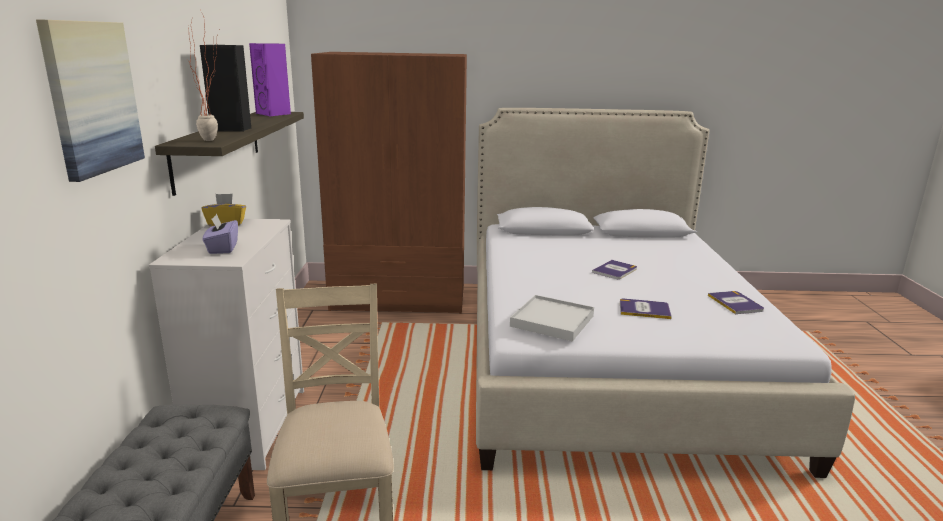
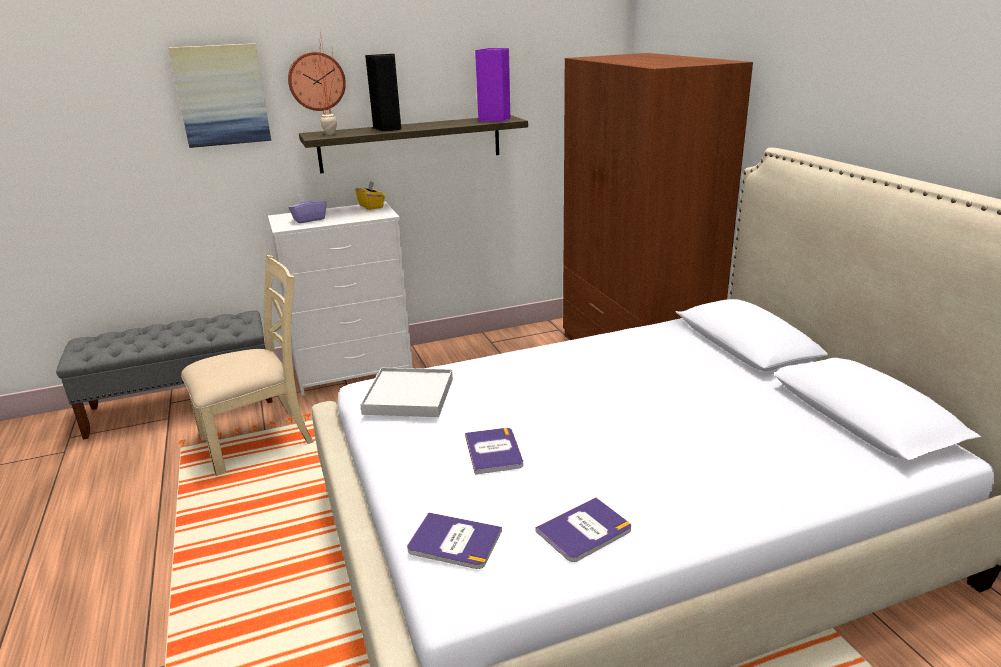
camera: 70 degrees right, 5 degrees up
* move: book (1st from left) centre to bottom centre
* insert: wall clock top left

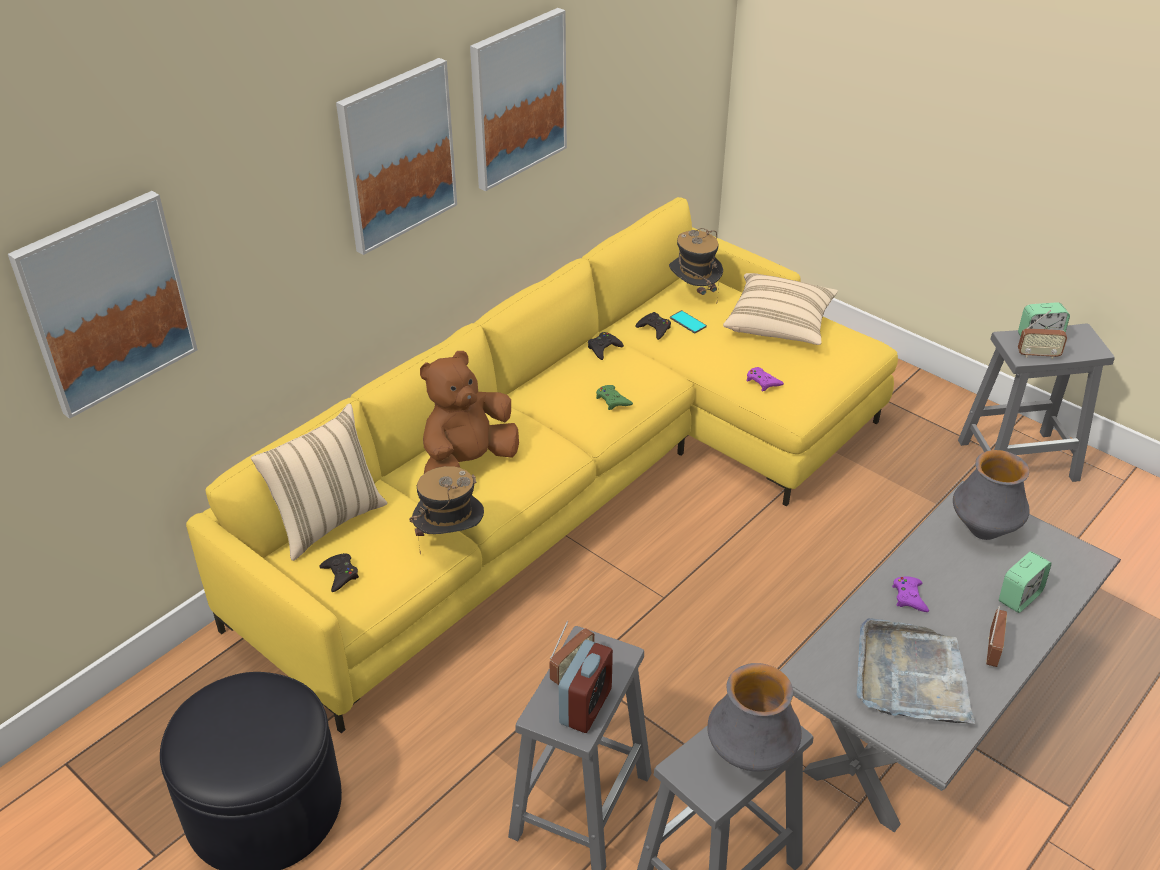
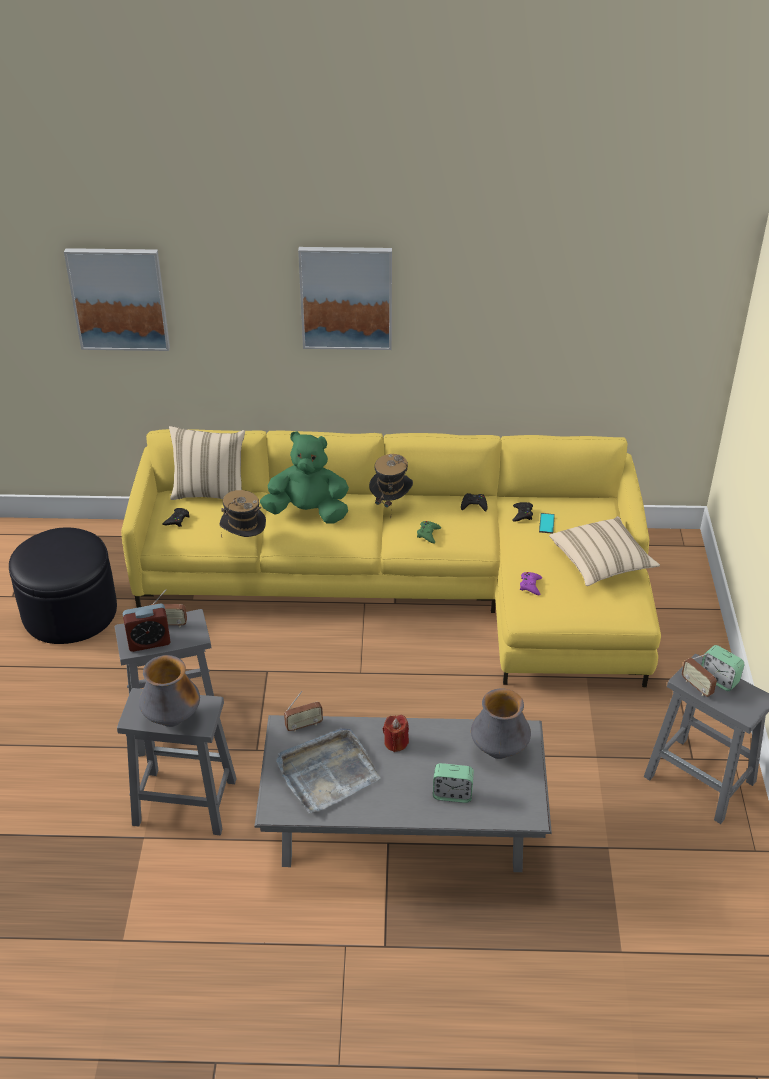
camera: 50 degrees right, 0 degrees up
* recolor: brownish soft toy centre to green soft toy centre
* delete: wall picture (3rd from left) top centre
* move: wearable hat (2nd from left) top centre to centre
* replace: purple-coloured gamepad (2nd from left) bottom right to red-coloured wax light bottom centre
* move: radio receiver (2nd from left) bottom right to centre

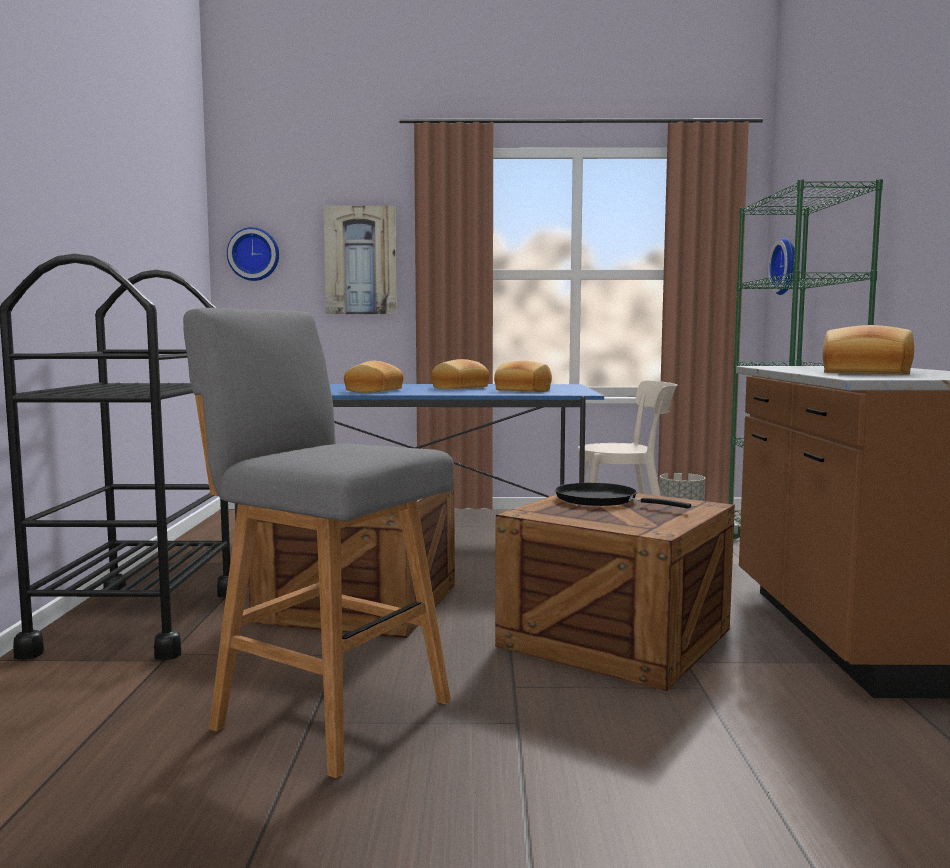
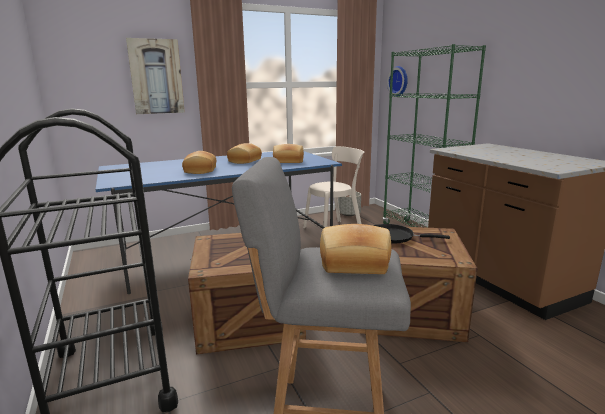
camera: 25 degrees left, 10 degrees up
* delete: wall clock (1st from left) top left
* move: baked bread (4th from left) middle right to centre

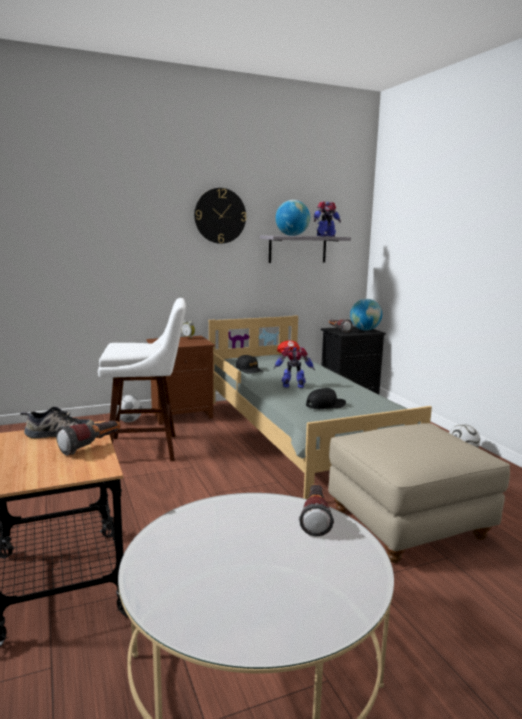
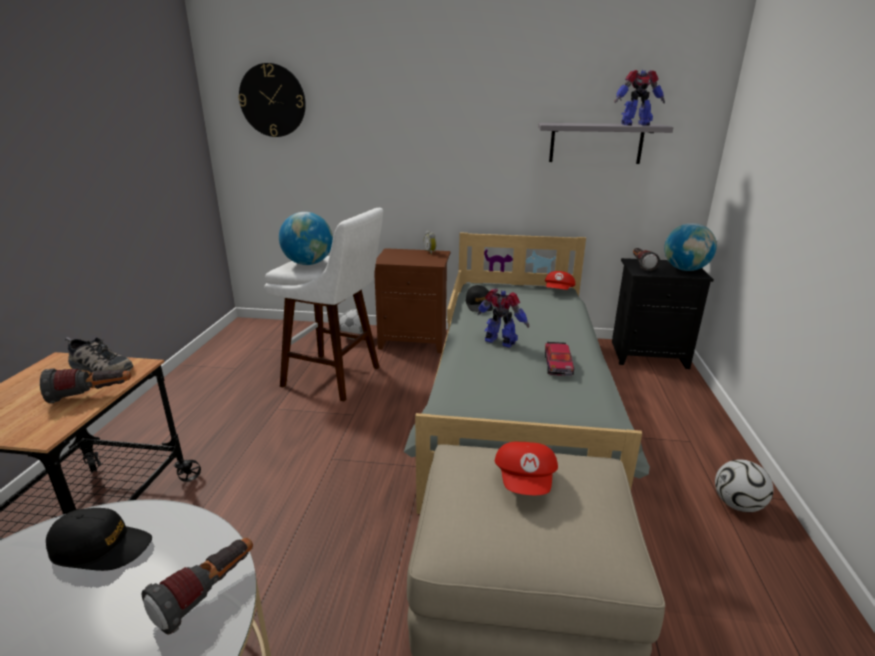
camera: 30 degrees right, 10 degrees up
* move: wall clock top centre to top left
* move: desk globe (1st from left) top centre to centre
* move: black-coloured cap (2nd from left in the first image) centre to black-coloured cap (1st from left) bottom left
* insert: red-coloured cap (1st from left) bottom centre
* insert: miniature car centre

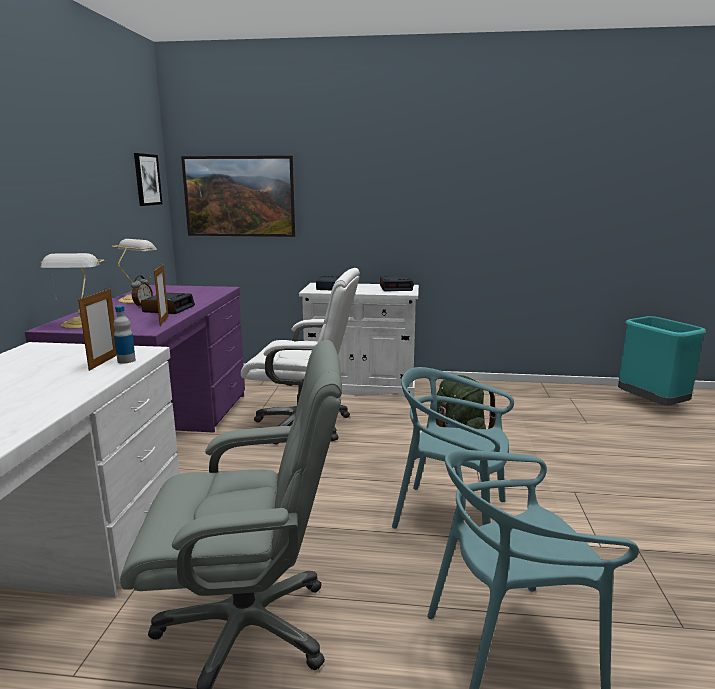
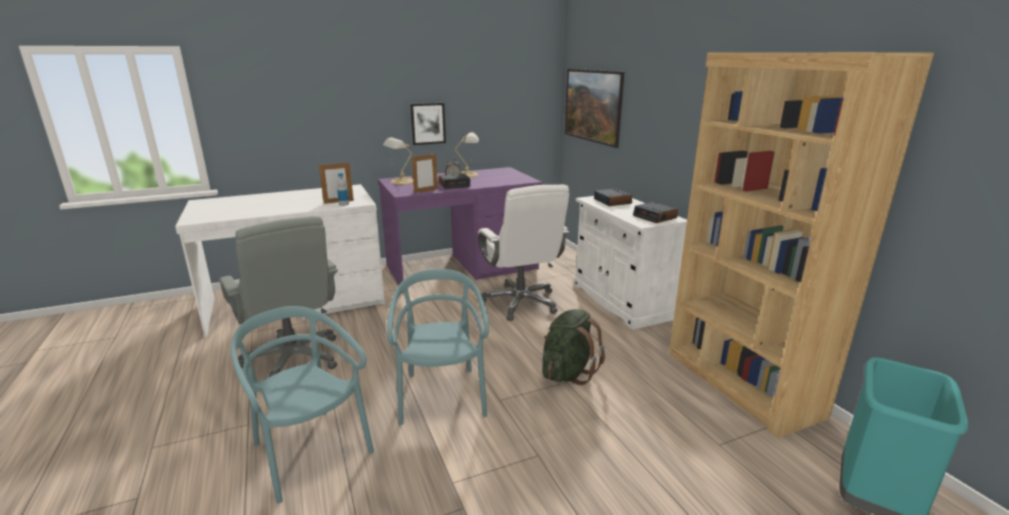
camera: 60 degrees right, 5 degrees up
* move: wall picture (1st from left) top left to top centre
* insert: brownish bookshelf middle right

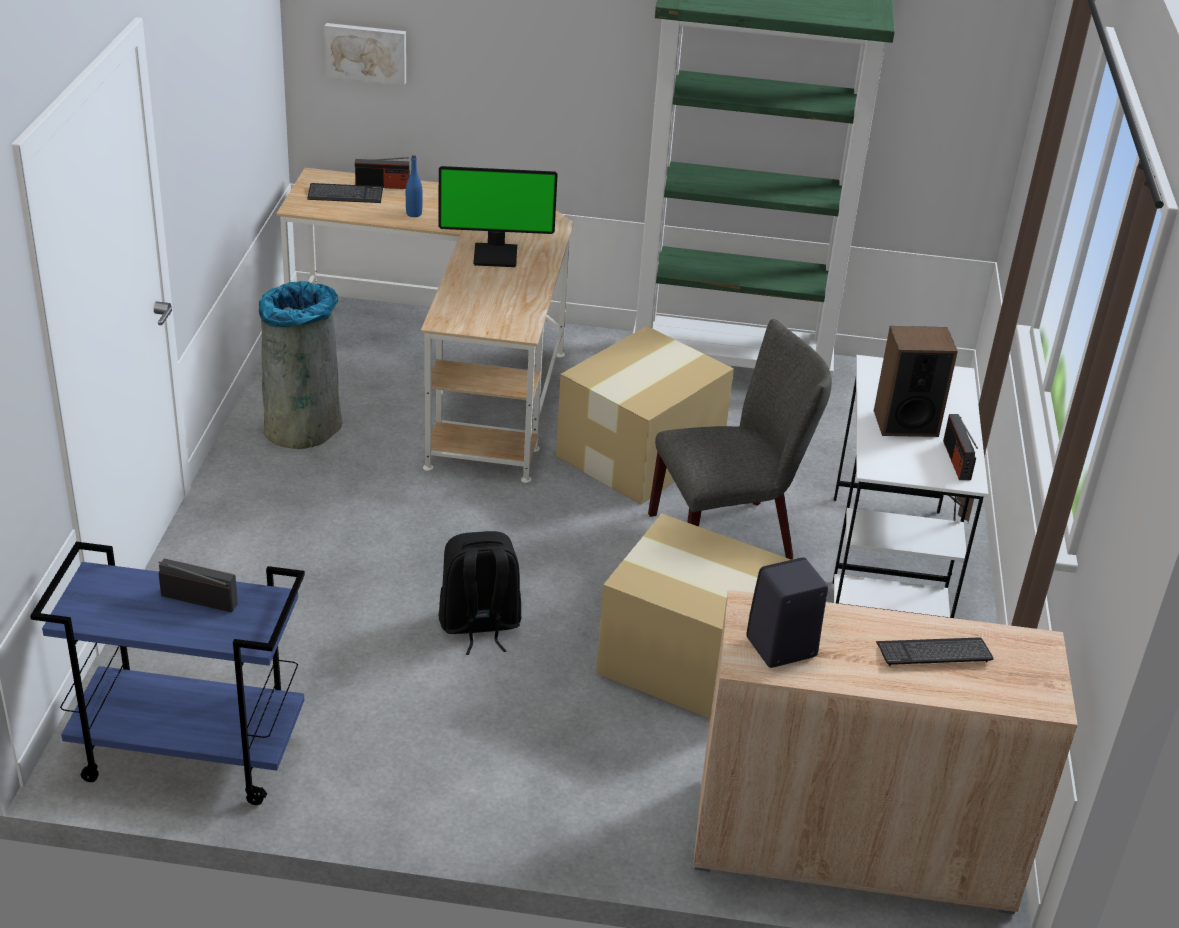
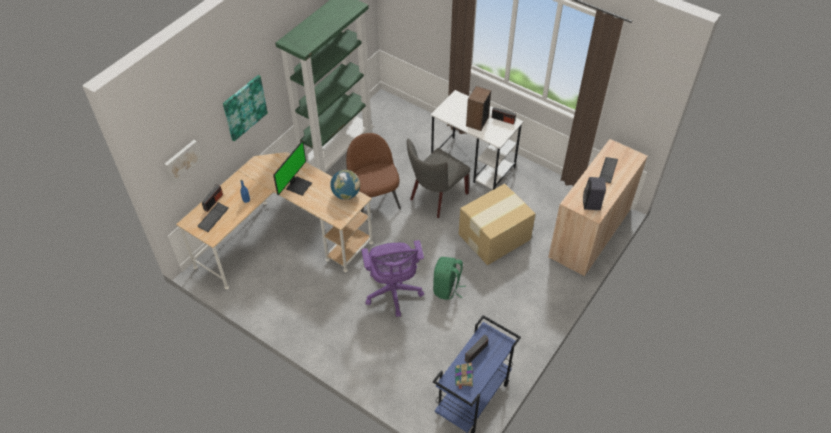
camera: 60 degrees left, 15 degrees up
* delete: greyish trash can middle left
* recolor: black-coloured rucksack centre to green rucksack centre
* replace: packing box (1st from left) centre to brownish upright chair centre
* rotate: greyish upright chair centre = centre 150 degrees counterclockwise
* insert: wall picture (2nd from left) top left
* insert: desk globe centre
* insert: purple-coloured office chair centre
* insert: book bottom centre

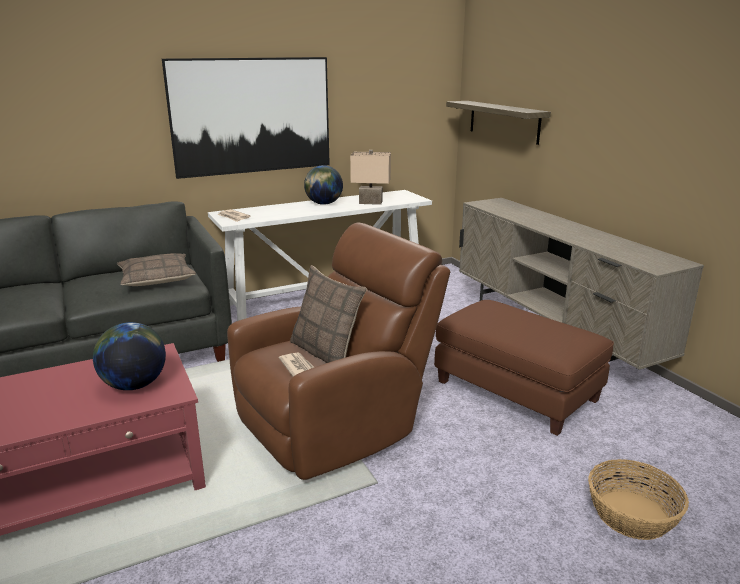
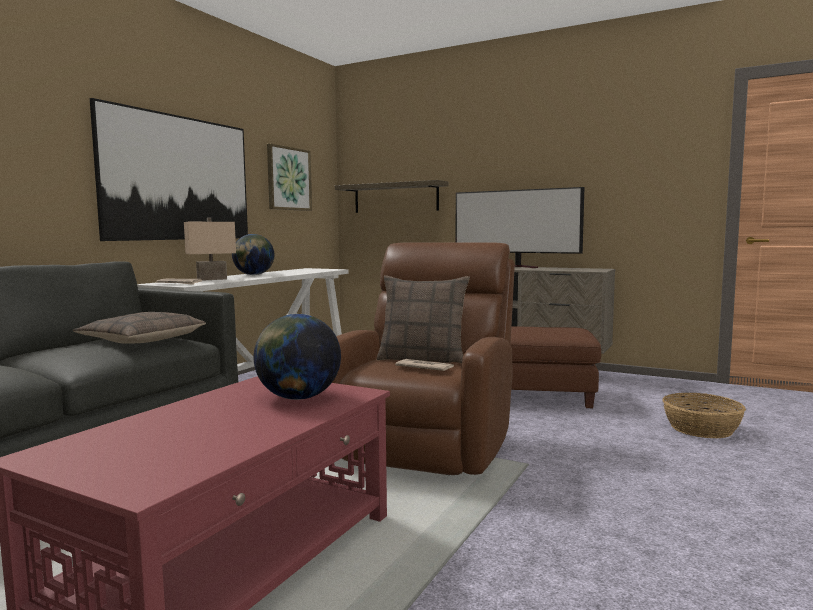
camera: 35 degrees left, 15 degrees down
* move: beige-coloured table lamp top centre to middle left
* insert: wall picture (2nd from left) top centre
* insert: TV centre

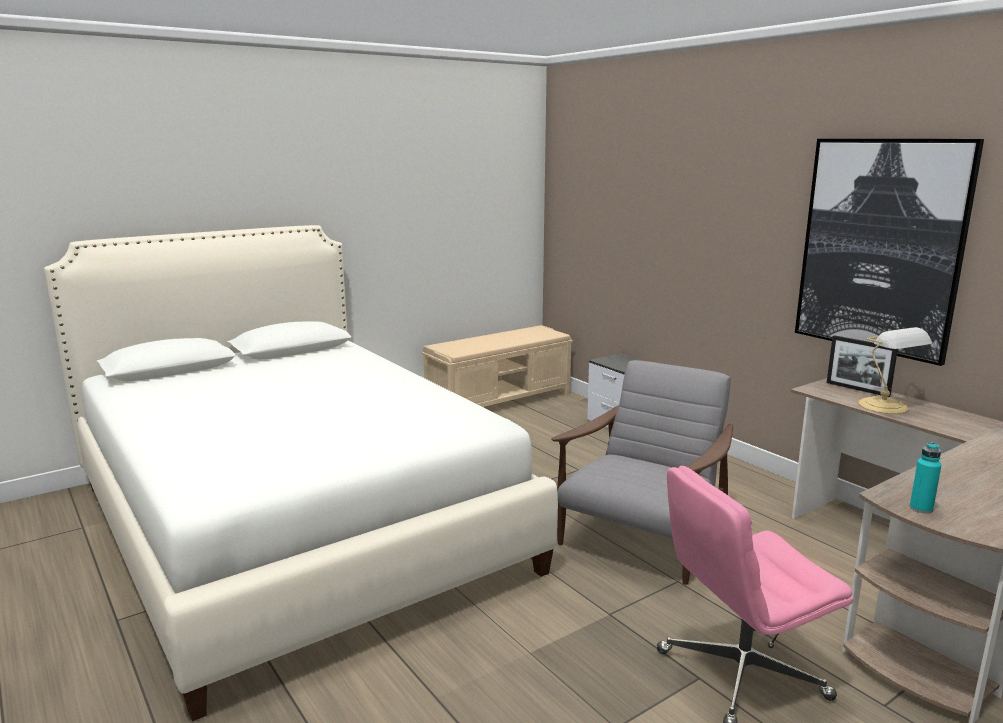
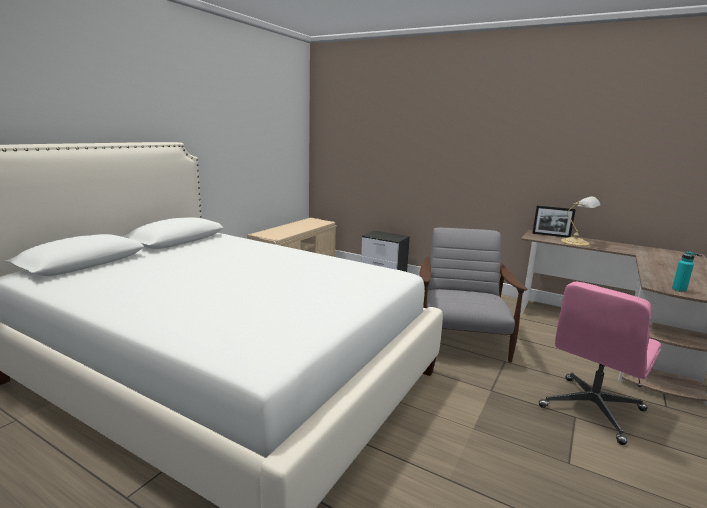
camera: 25 degrees left, 0 degrees up
* delete: wall picture middle right

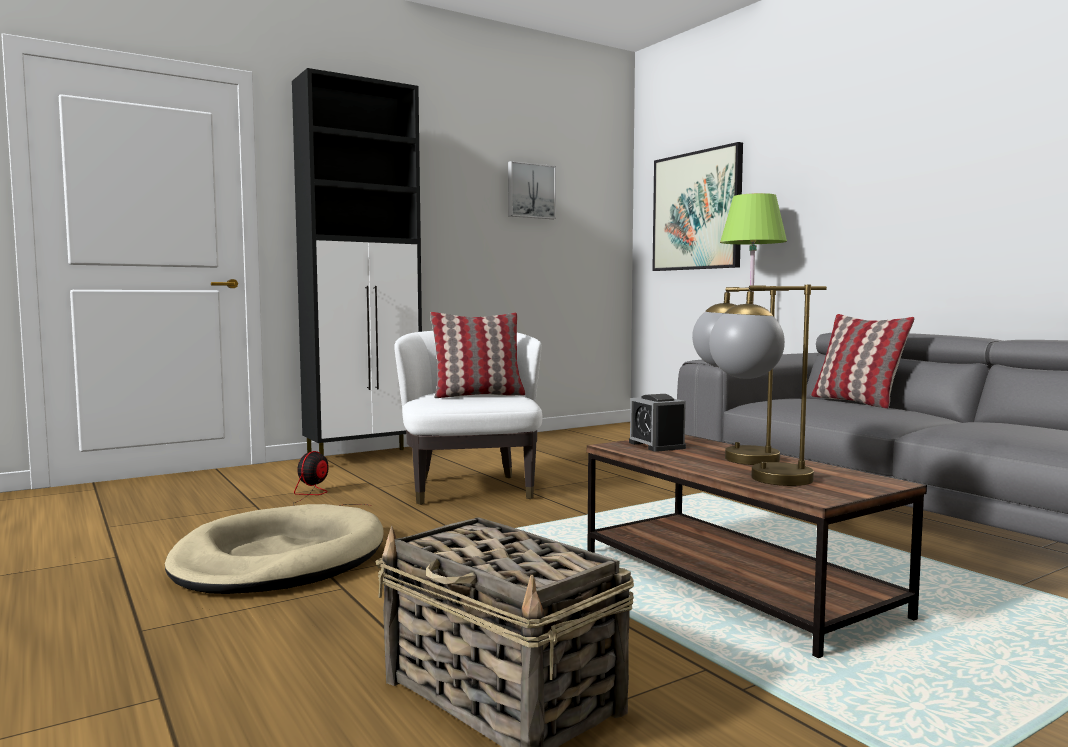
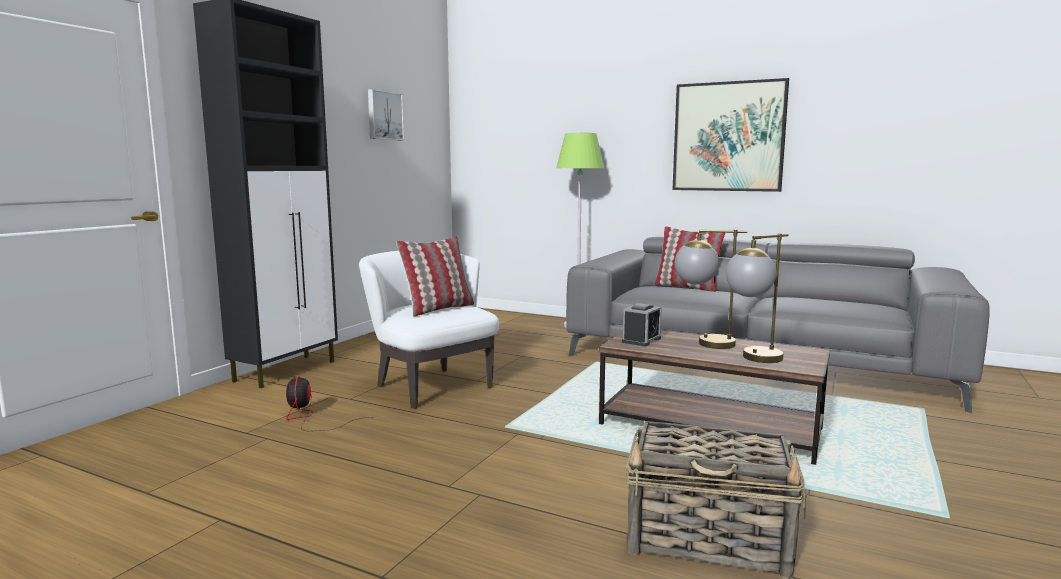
camera: 30 degrees left, 5 degrees up
* delete: beige-coloured dog cushion bottom left
* rotate: table clock centre = centre 90 degrees counterclockwise
* move: wall picture (2nd from left) top centre to top right

